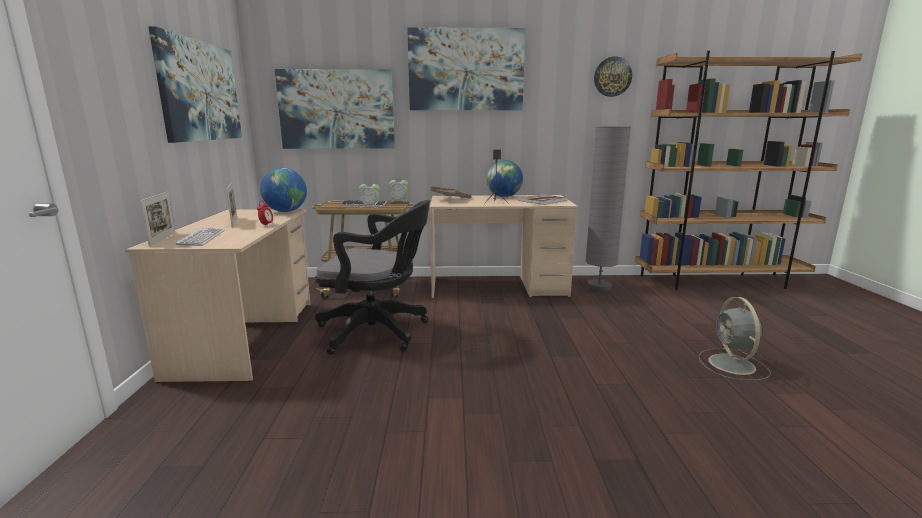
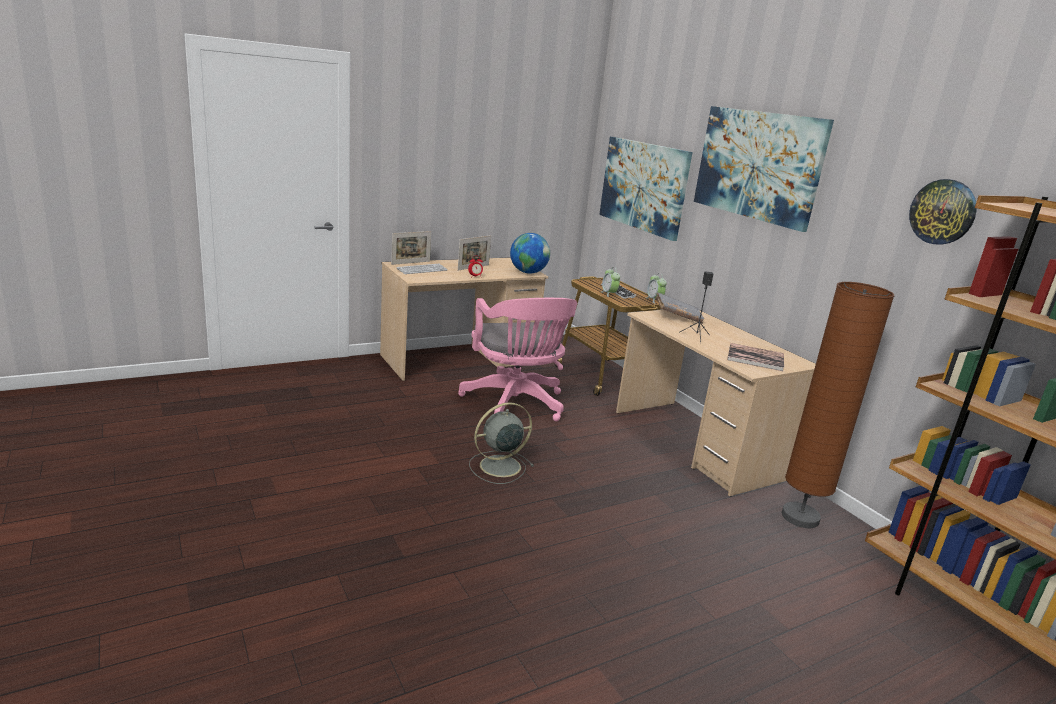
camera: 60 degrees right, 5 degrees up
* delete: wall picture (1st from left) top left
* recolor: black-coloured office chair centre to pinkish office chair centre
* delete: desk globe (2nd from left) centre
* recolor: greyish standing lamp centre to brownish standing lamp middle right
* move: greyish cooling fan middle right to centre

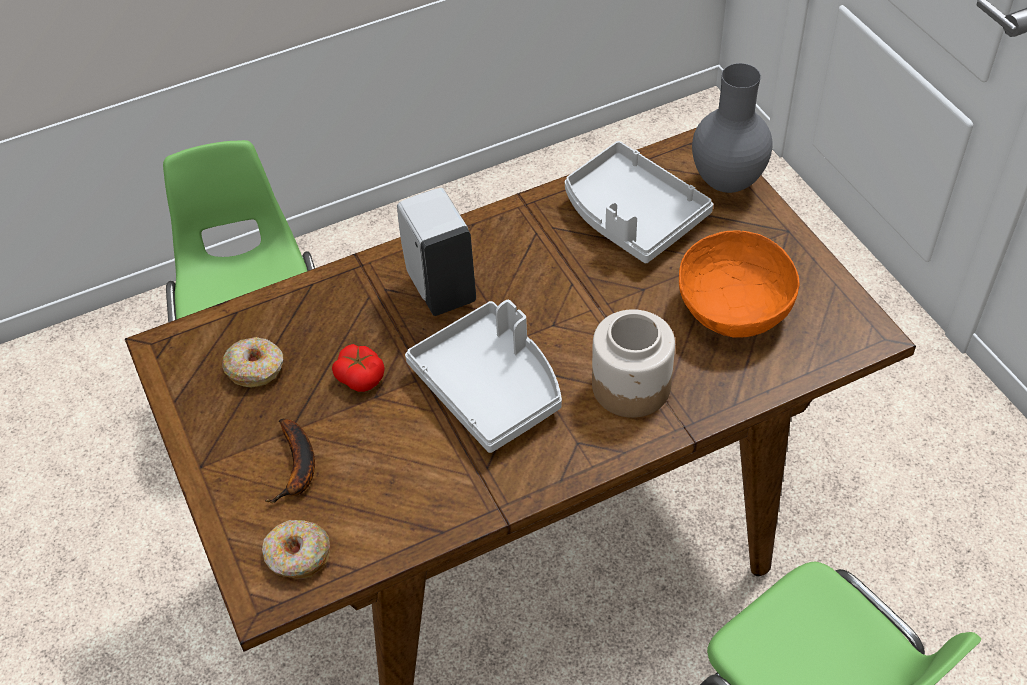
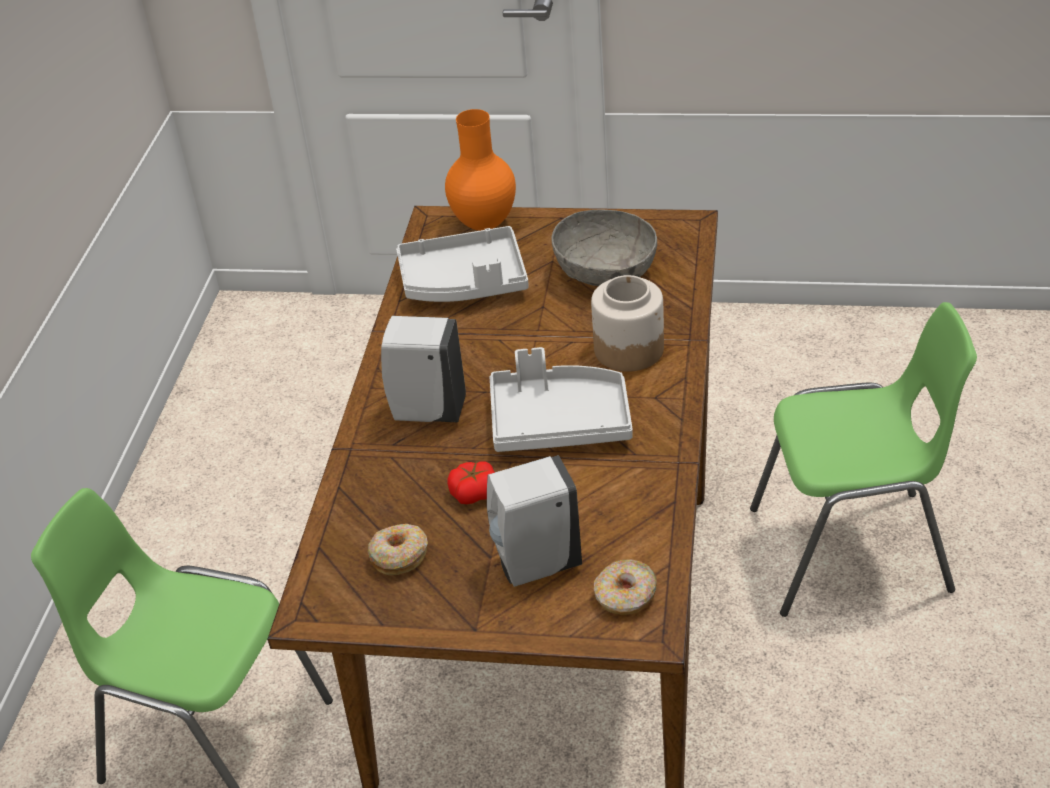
camera: 55 degrees left, 10 degrees down
* replace: banana fruit bottom left to white-coloured liquid soap bottle (2nd from left) centre
* recolor: orange bowl middle right to greyish bowl top centre
* recolor: greyish vase top right to orange vase top centre

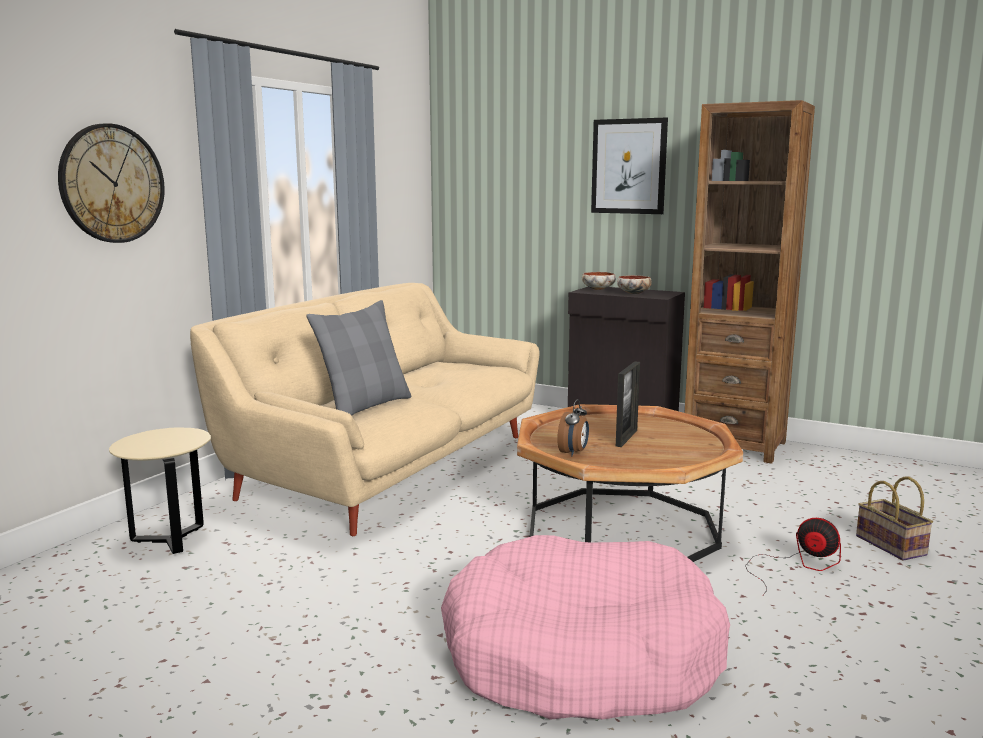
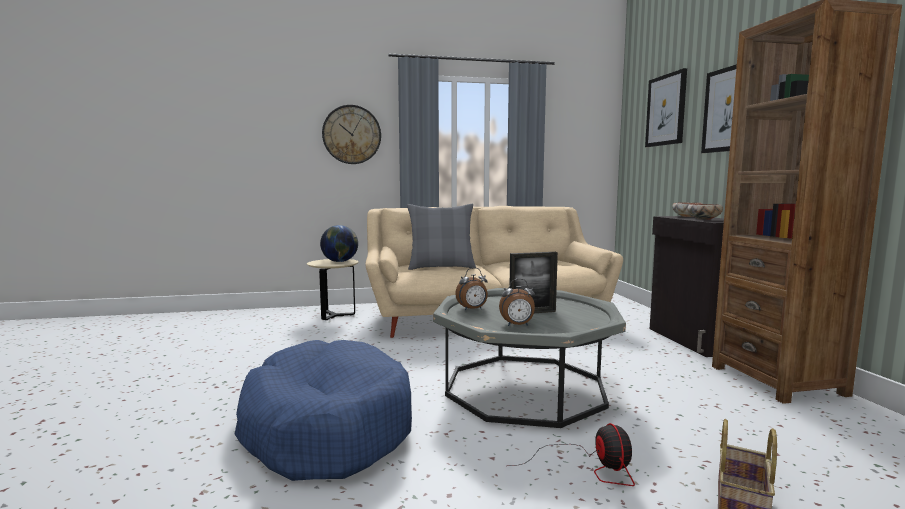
camera: 50 degrees right, 5 degrees down
* recolor: pinkish dog cushion bottom centre to bluish dog cushion bottom centre
* recolor: brownish low table centre to greyish low table bottom centre
* insert: desk globe centre
* insert: table clock (2nd from left) centre
* insert: wall picture (1st from left) top right

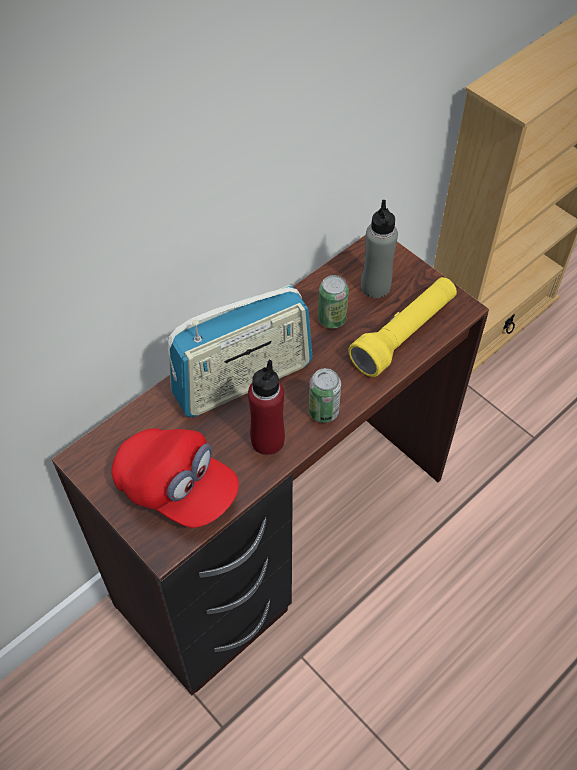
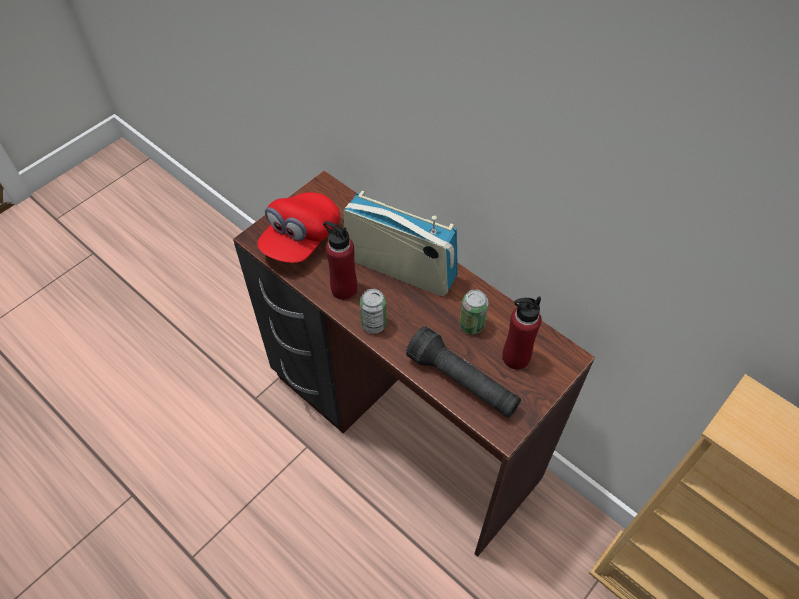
camera: 85 degrees right, 0 degrees up
* rotate: radio receiver centre = centre 150 degrees clockwise
* recolor: yellow-coloured hand torch middle right to black-coloured hand torch centre
* recolor: greyish bottle top centre to red-coloured bottle (2nd from left) centre

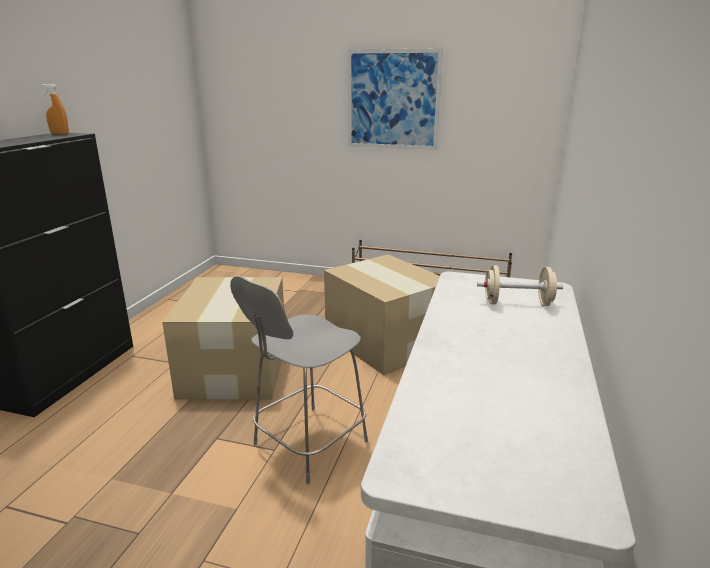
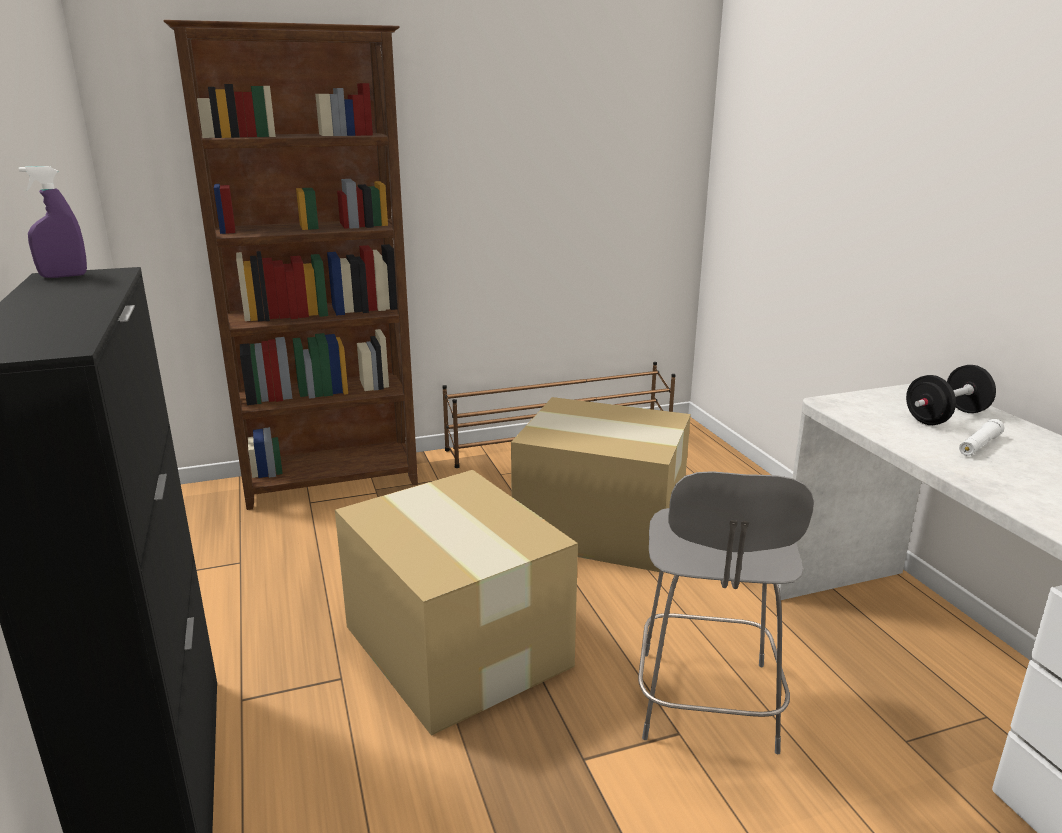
camera: 35 degrees left, 0 degrees up
* recolor: orange spray bottle top left to purple-coloured spray bottle top left
* delete: wall picture top centre
* recolor: beige-coloured dumbbell middle right to black-coloured dumbbell middle right
* insert: brownish bookshelf top left
* insert: white-coloured hand torch middle right

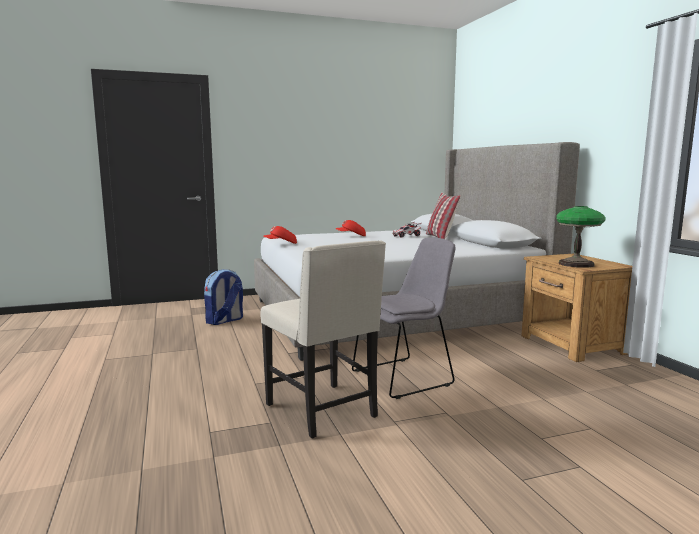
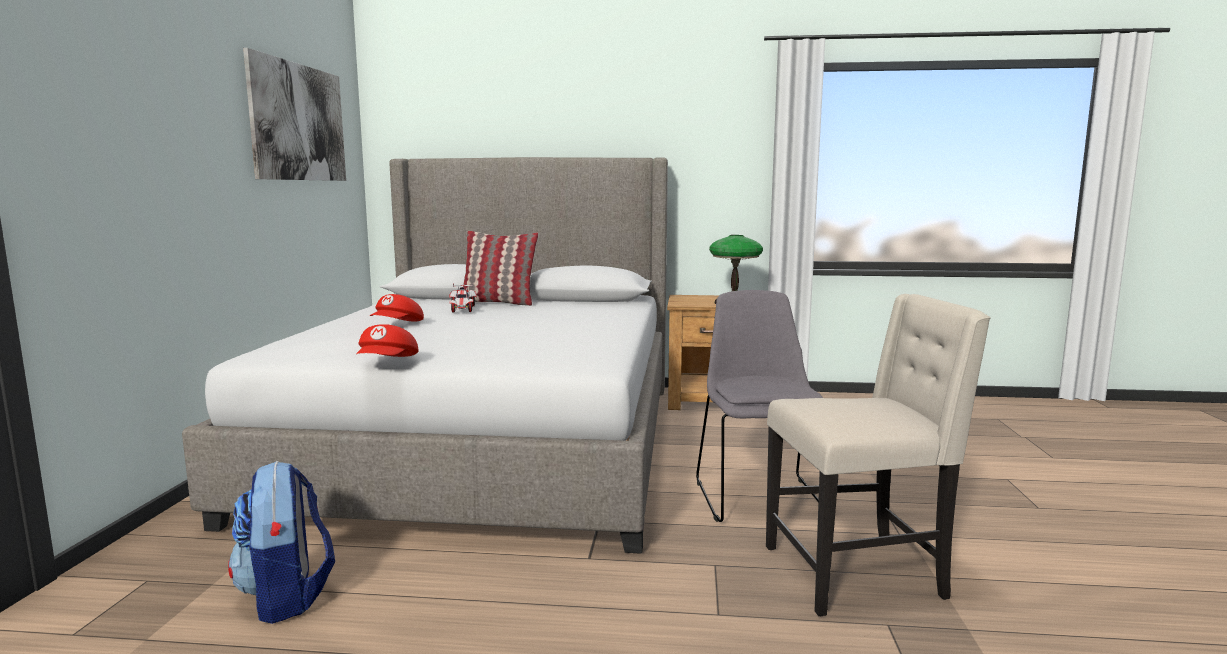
camera: 65 degrees left, 0 degrees up
* insert: wall picture top left

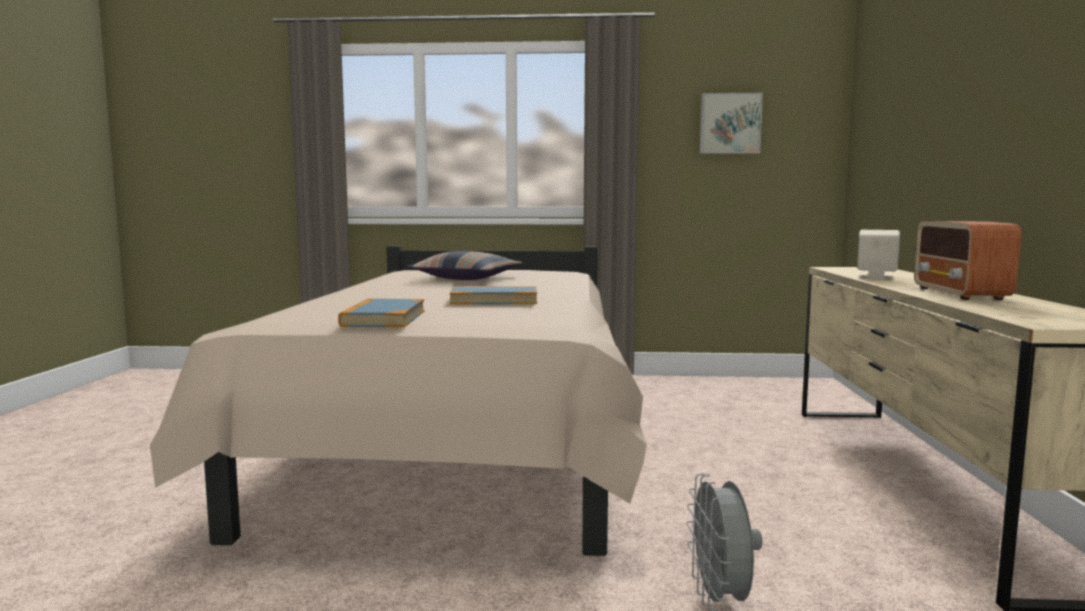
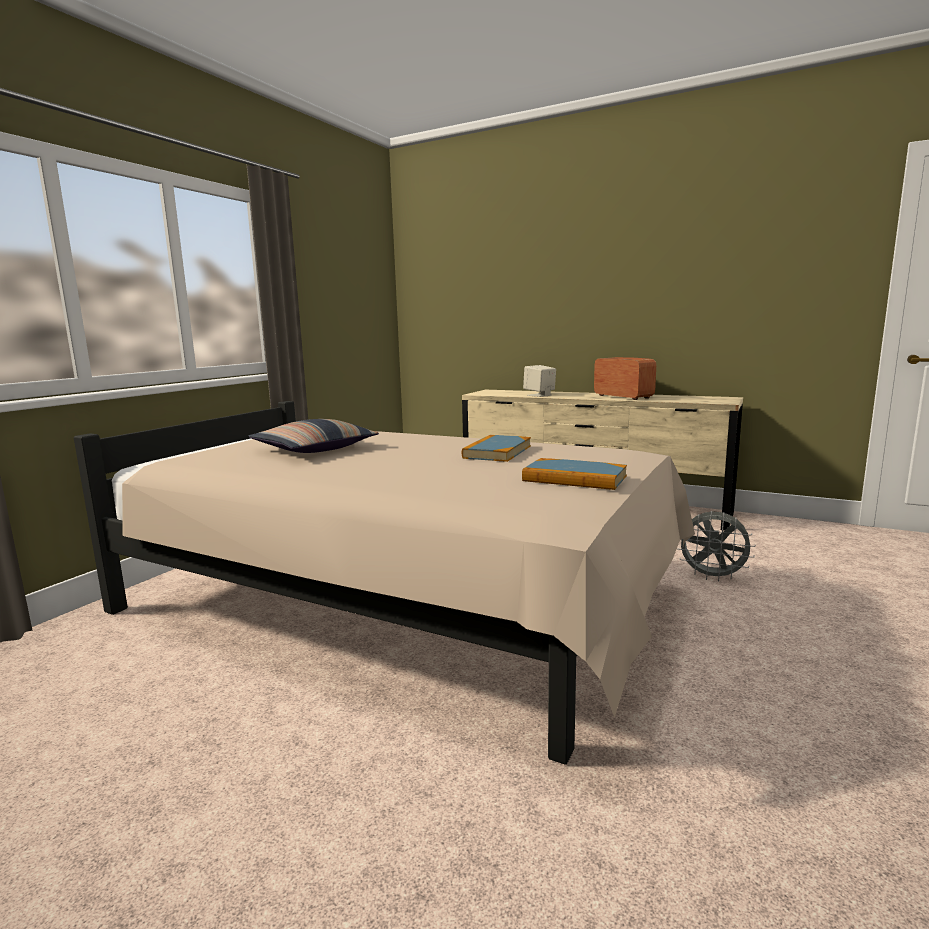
camera: 65 degrees left, 5 degrees up
* delete: wall picture top right
* rotate: radio receiver middle right = middle right 150 degrees counterclockwise

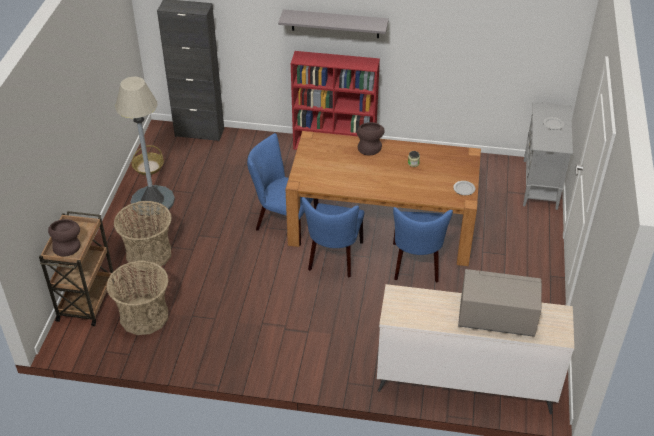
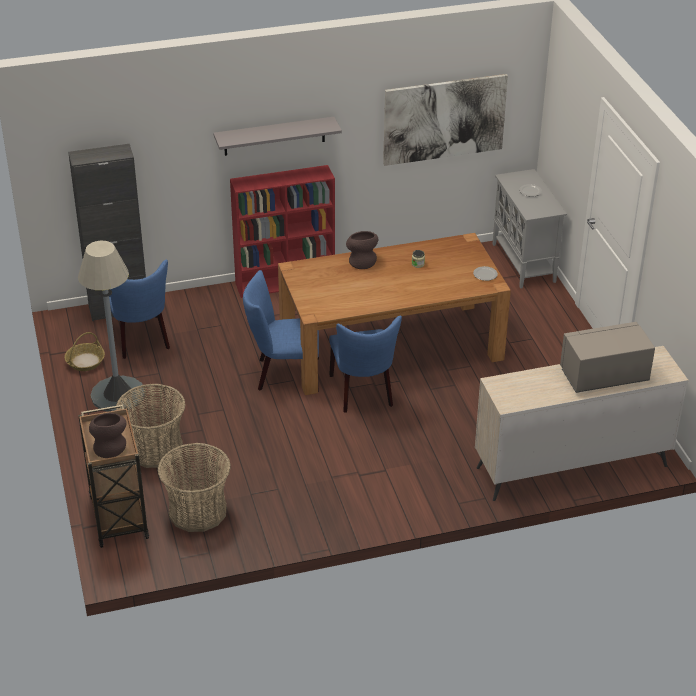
camera: 25 degrees left, 5 degrees down
* move: bluish upright chair (3rd from left in the first image) centre to bluish upright chair (1st from left) middle left
* insert: wall picture top centre

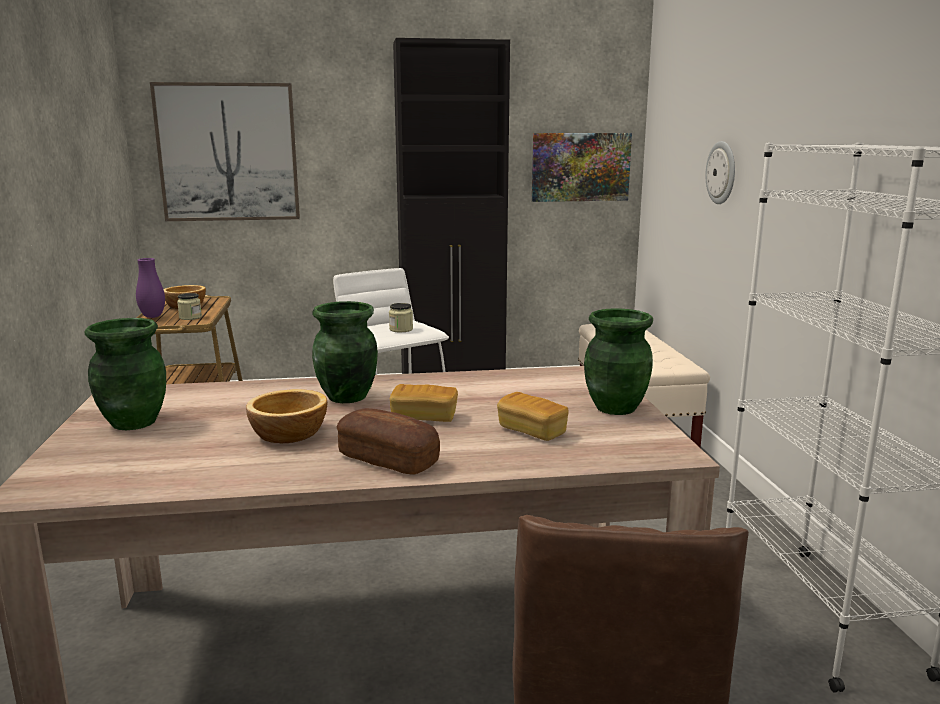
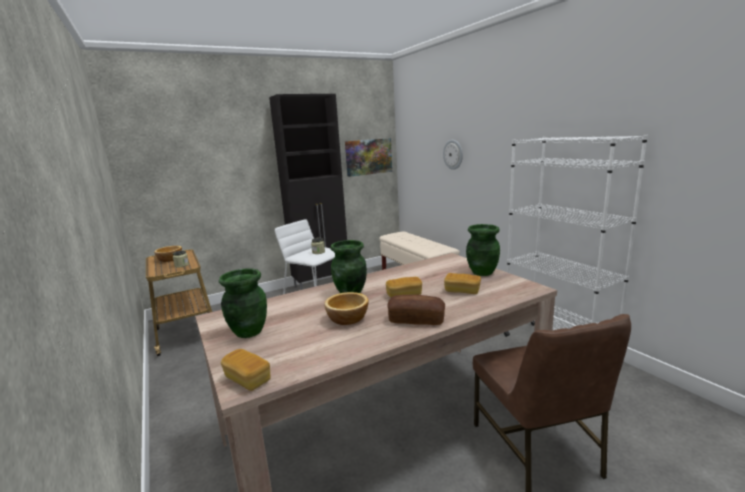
camera: 20 degrees left, 0 degrees up
* delete: purple-coloured vase middle left
* delete: wall picture (1st from left) top left
* insert: baked bread (1st from left) bottom left

